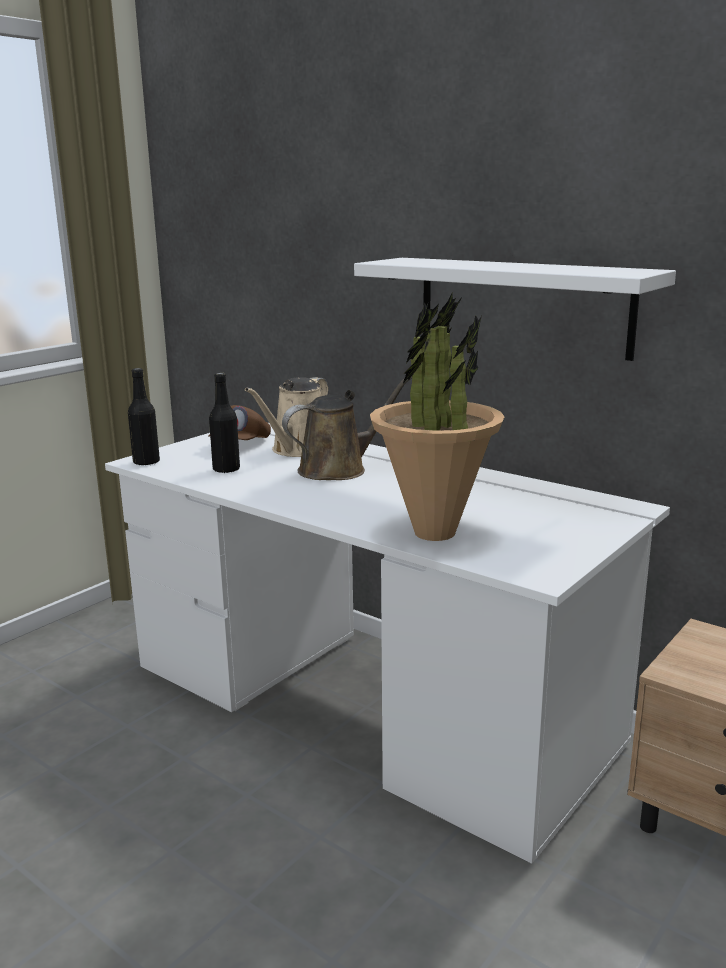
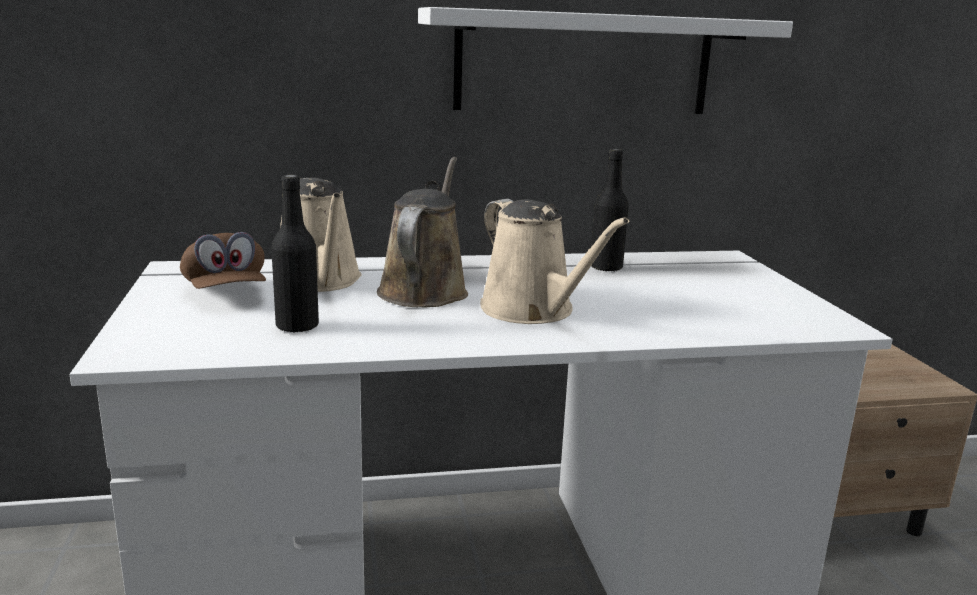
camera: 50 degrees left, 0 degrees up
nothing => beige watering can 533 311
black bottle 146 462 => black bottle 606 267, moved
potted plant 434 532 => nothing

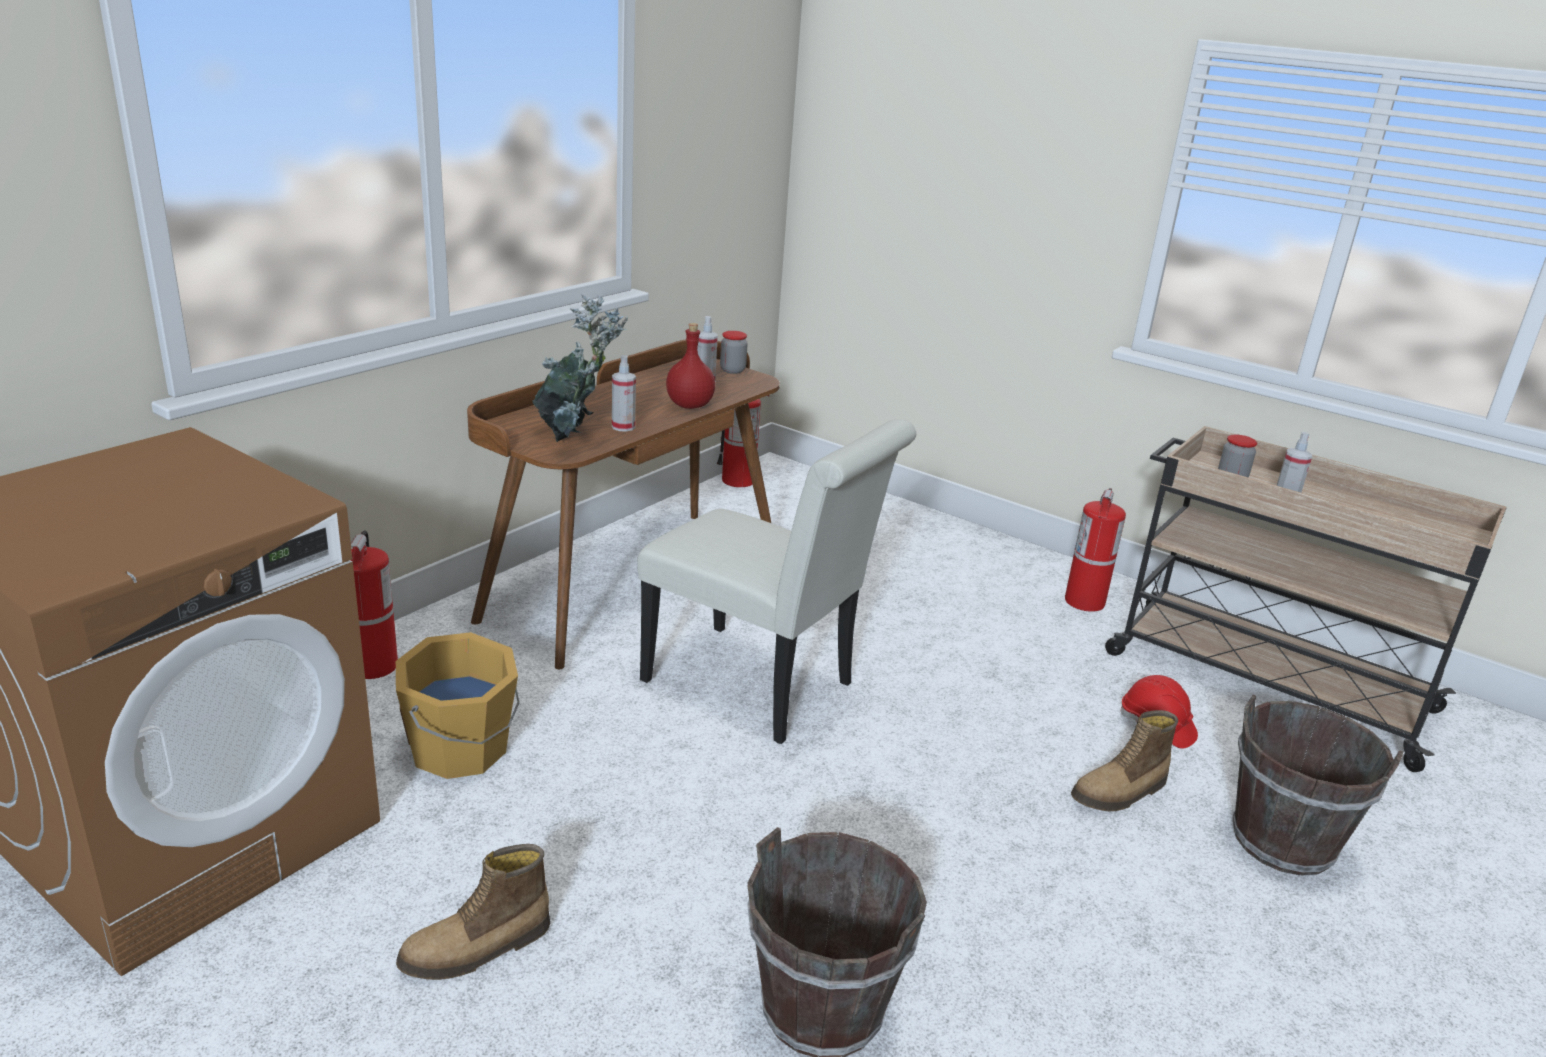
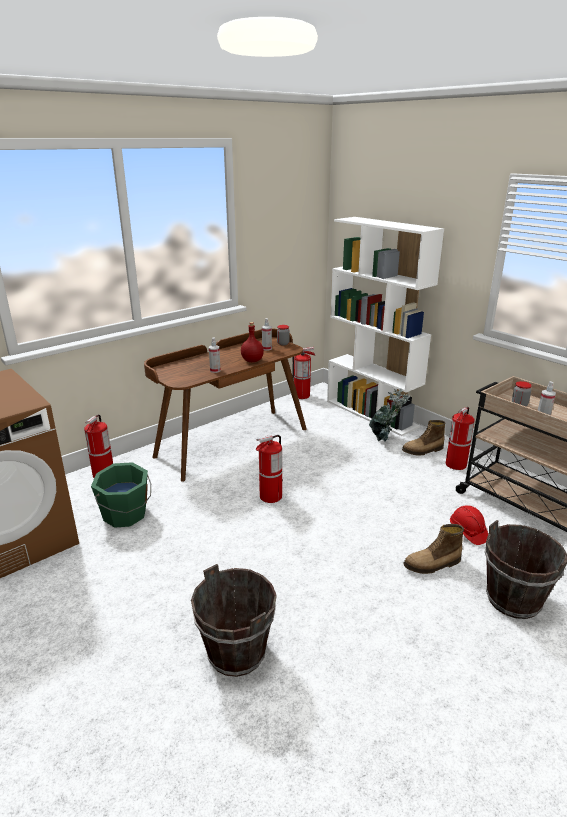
camera: 15 degrees right, 0 degrees up
orange bucket 462 750 => green bucket 125 515
white chair 759 687 => fire extinguisher 270 496
nothing => white bookcase 372 413
potted plant 574 439 => potted plant 384 440, moved
boot 477 949 => boot 423 450, moved

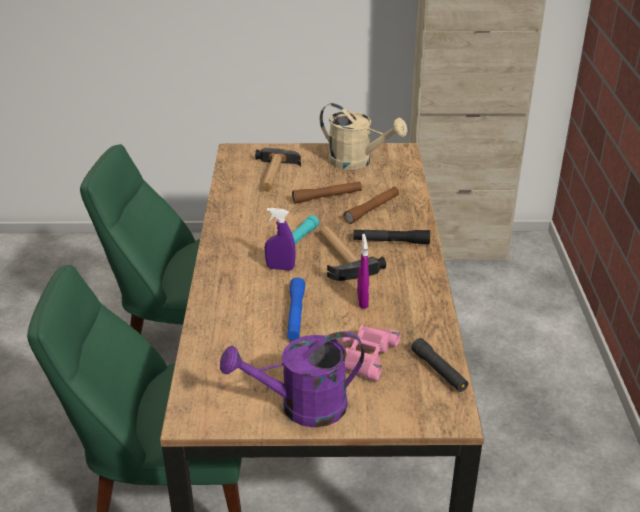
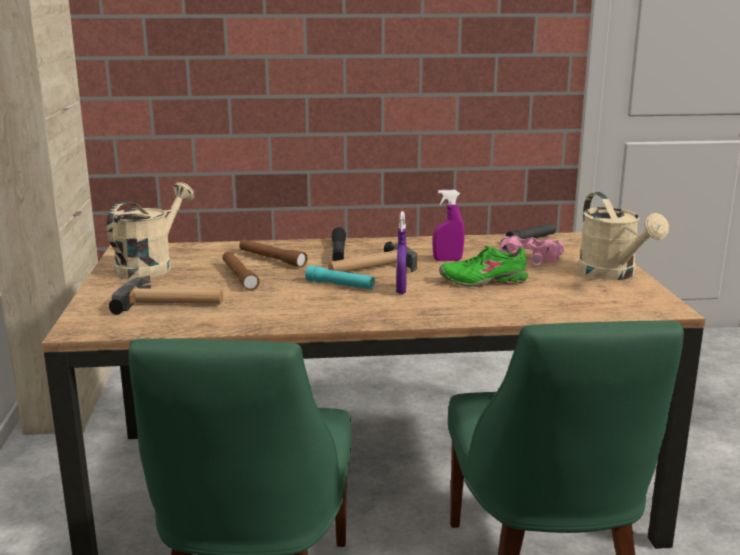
camera: 95 degrees left, 15 degrees down
blue flashlight 295 315 => green shoe 483 281
purple watering can 301 407 => beige watering can 613 274

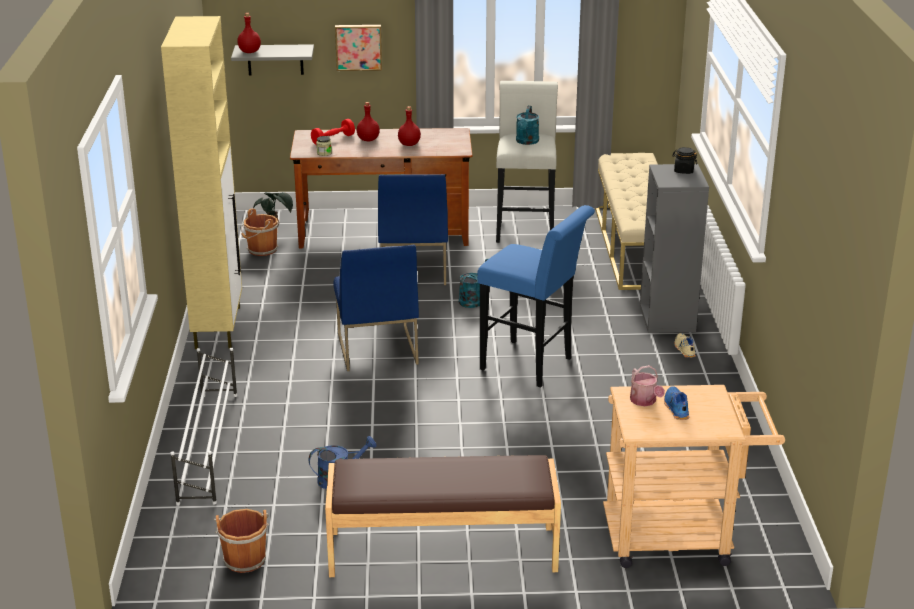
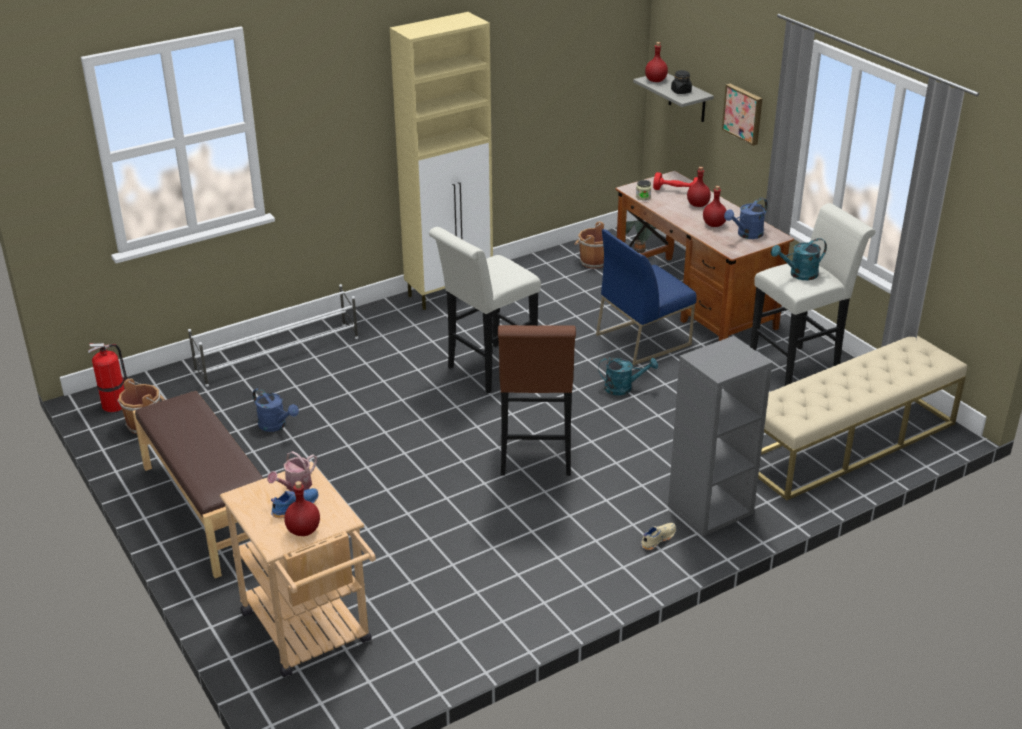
camera: 60 degrees right, 5 degrees up
nothing => fire extinguisher 116 404
nothing => red bottle 304 531
blue chair 376 348 => white stool 487 371
blue stool 532 365 => brown stool 535 458
black jar 683 171 => black jar 681 91, moved
nothing => blue watering can 746 235

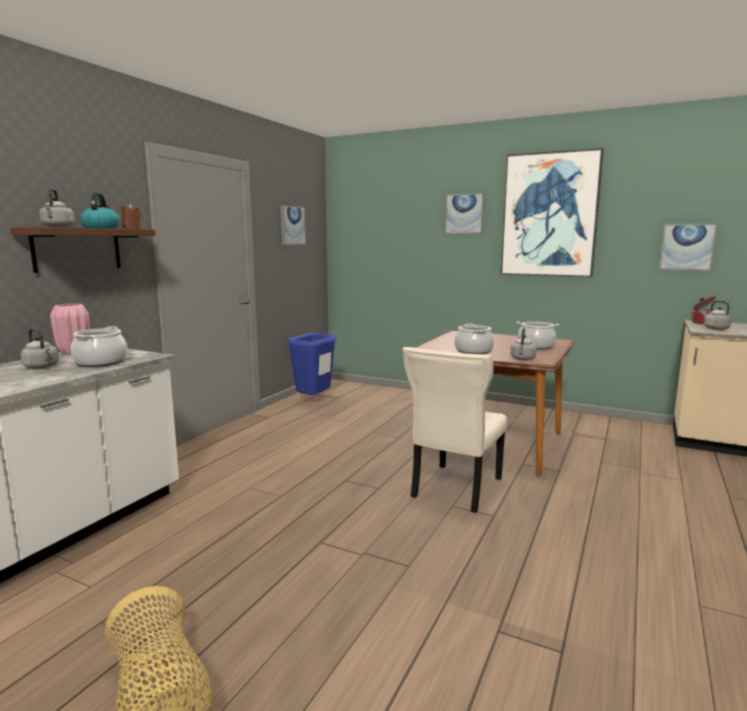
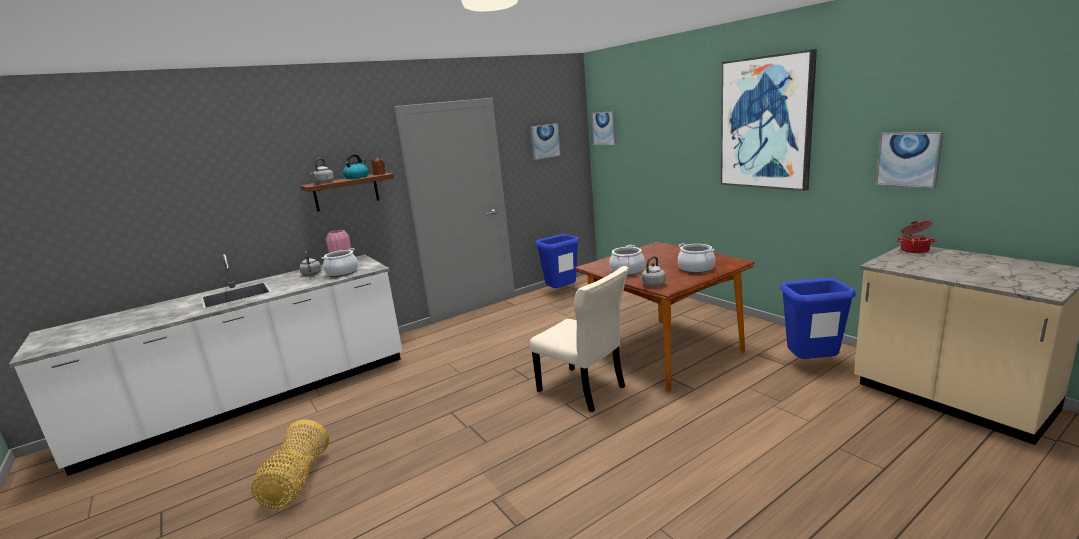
camera: 30 degrees right, 5 degrees up
beige chair 455 489 => beige chair 583 390, 105 degrees counterclockwise
picture 464 214 => picture 604 128, moved
nothing => blue trash can 811 365
grey kettle 715 328 => nothing

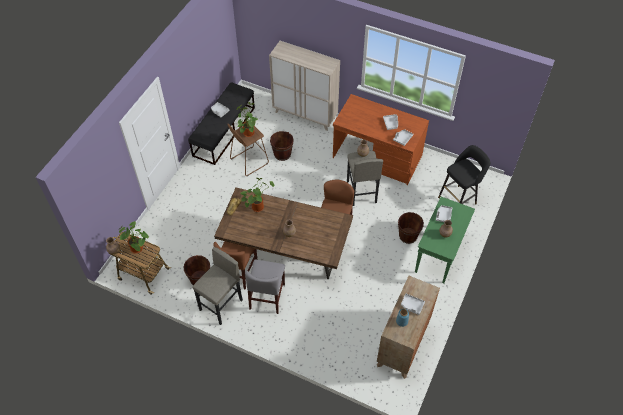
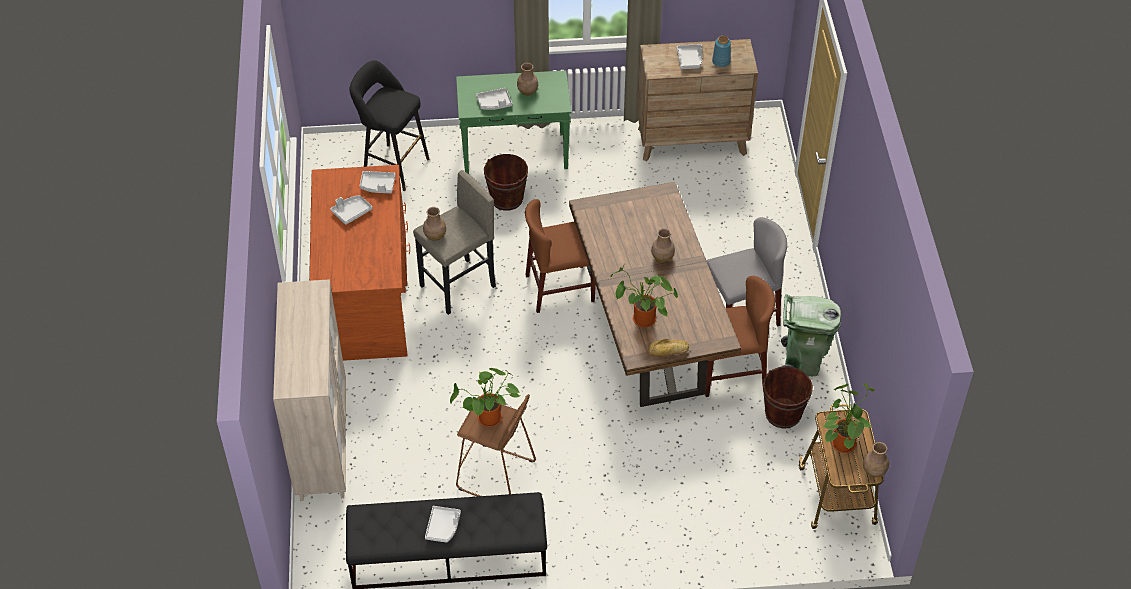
camera: 120 degrees left, 5 degrees down
grey stool 221 305 => green trash can 802 362
brown bucket 282 154 => nothing

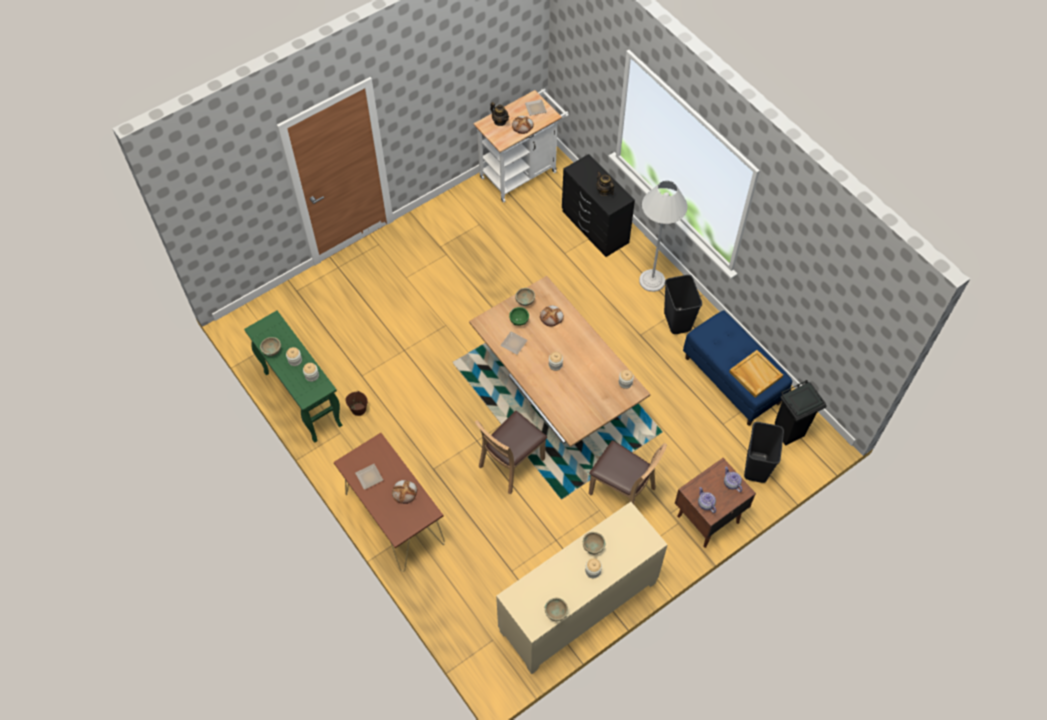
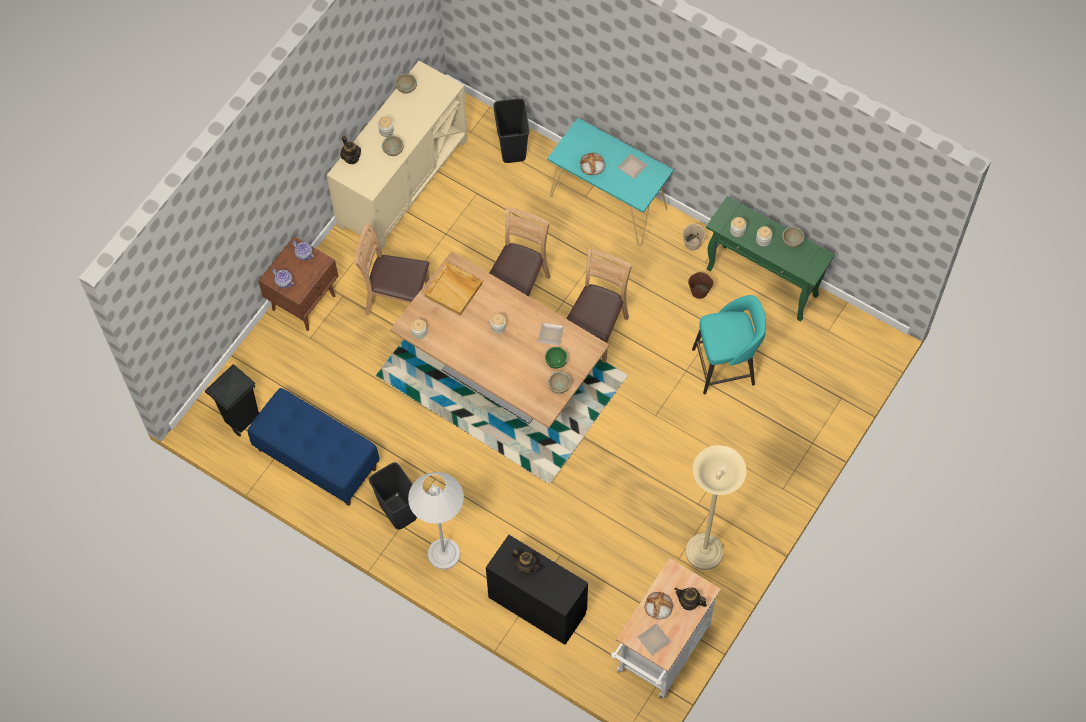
camera: 160 degrees right, 5 degrees up
nothing => teapot 351 158
beige tray 755 374 => beige tray 454 290, moved
black trash can 757 467 => black trash can 511 148, moved
brown console table 394 517 => turquoise console table 609 202
nothing => brown chair 596 331
nothing => beige bucket 692 243
nothing => beige floor lamp 704 553
nothing => turquoise stool 725 366
bread 552 317 => nothing

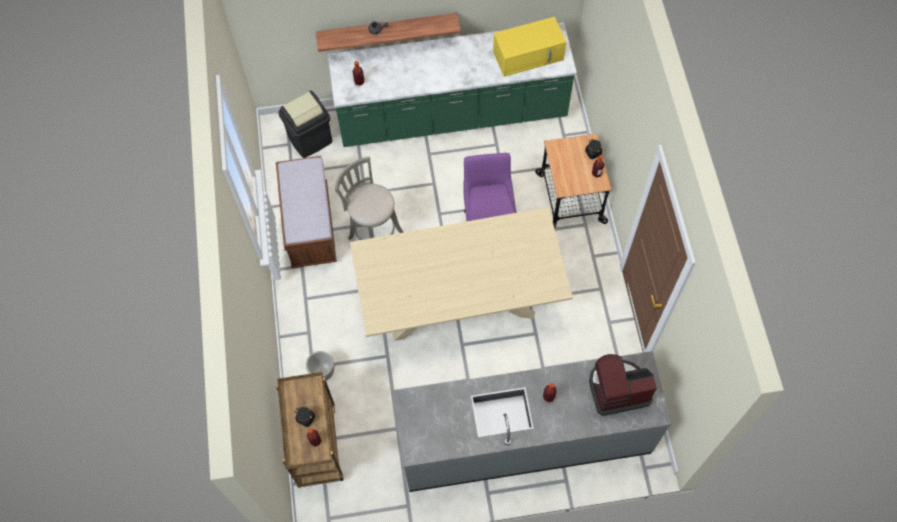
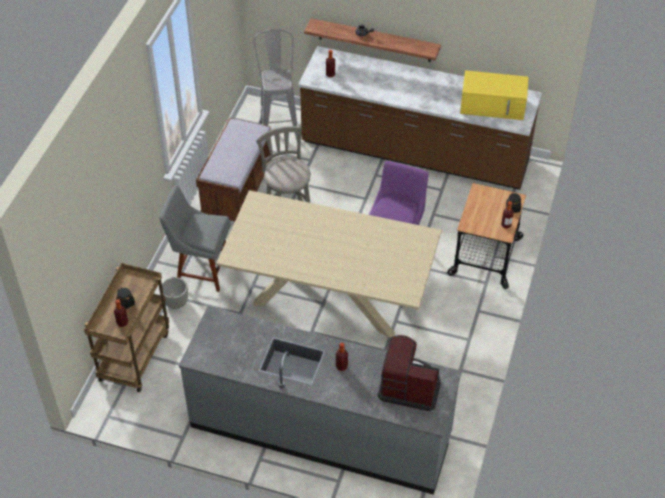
camera: 25 degrees right, 15 degrees down
nothing => grey chair 201 269
black trash can 310 139 => grey stool 278 127
green counter 452 116 => brown counter 414 154

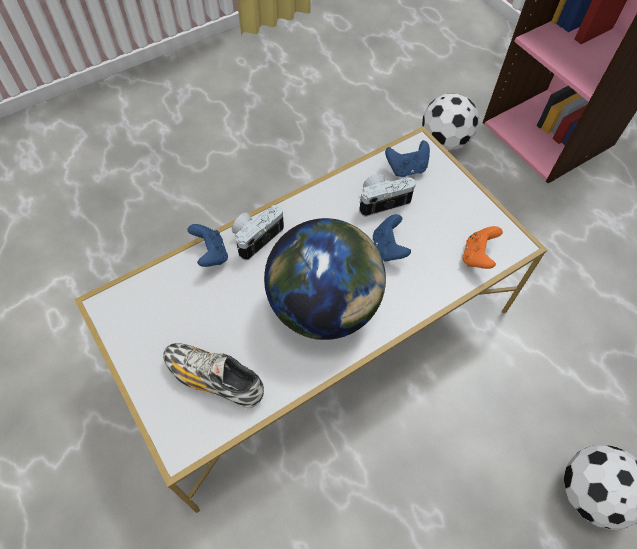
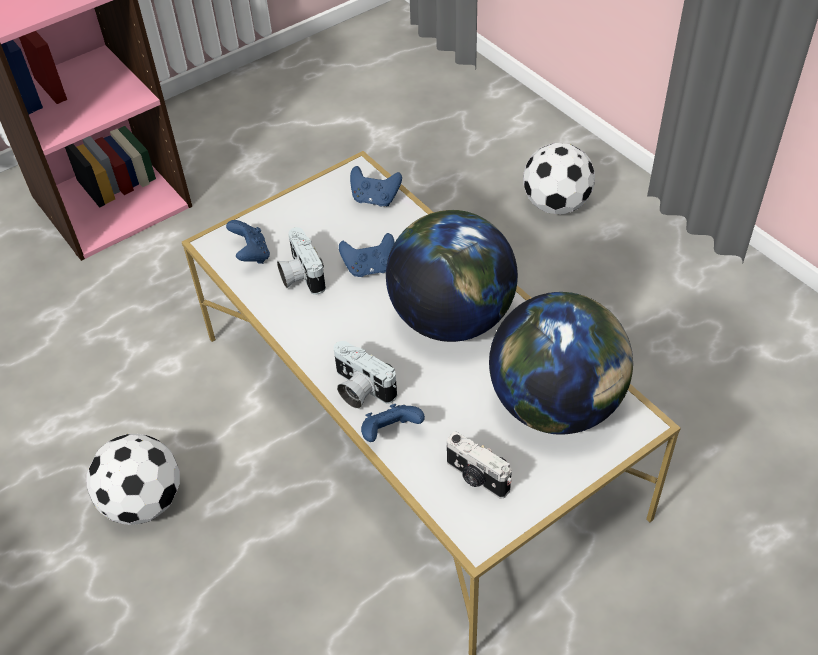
camera: 90 degrees left, 10 degrees down
football 444 141 => football 143 502, moved
orange game controller 477 256 => blue game controller 375 199
nothing => photo camera 476 478
shoe 214 379 => globe 556 404

